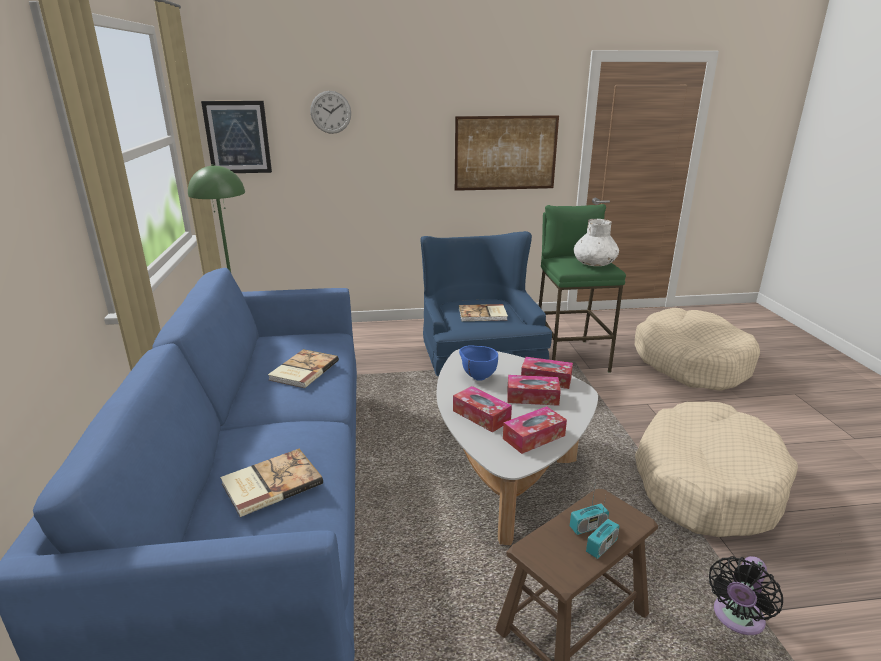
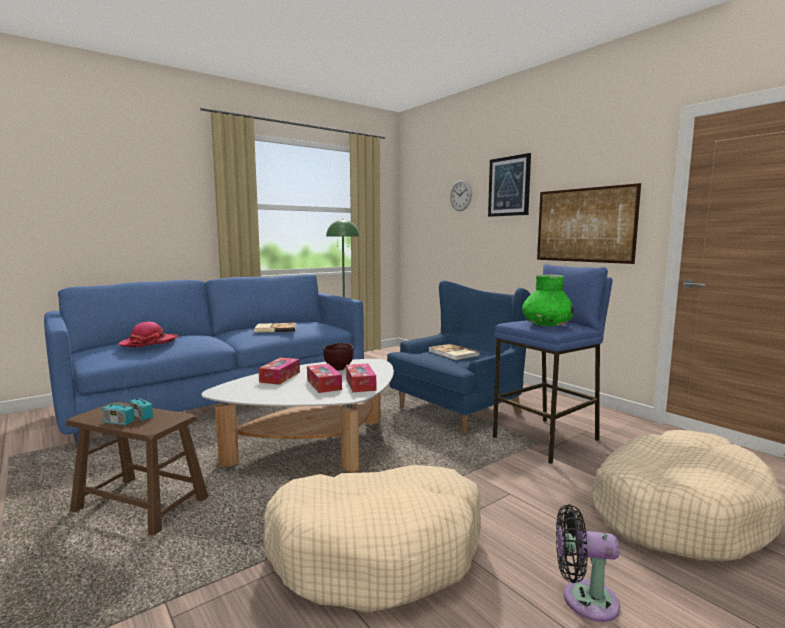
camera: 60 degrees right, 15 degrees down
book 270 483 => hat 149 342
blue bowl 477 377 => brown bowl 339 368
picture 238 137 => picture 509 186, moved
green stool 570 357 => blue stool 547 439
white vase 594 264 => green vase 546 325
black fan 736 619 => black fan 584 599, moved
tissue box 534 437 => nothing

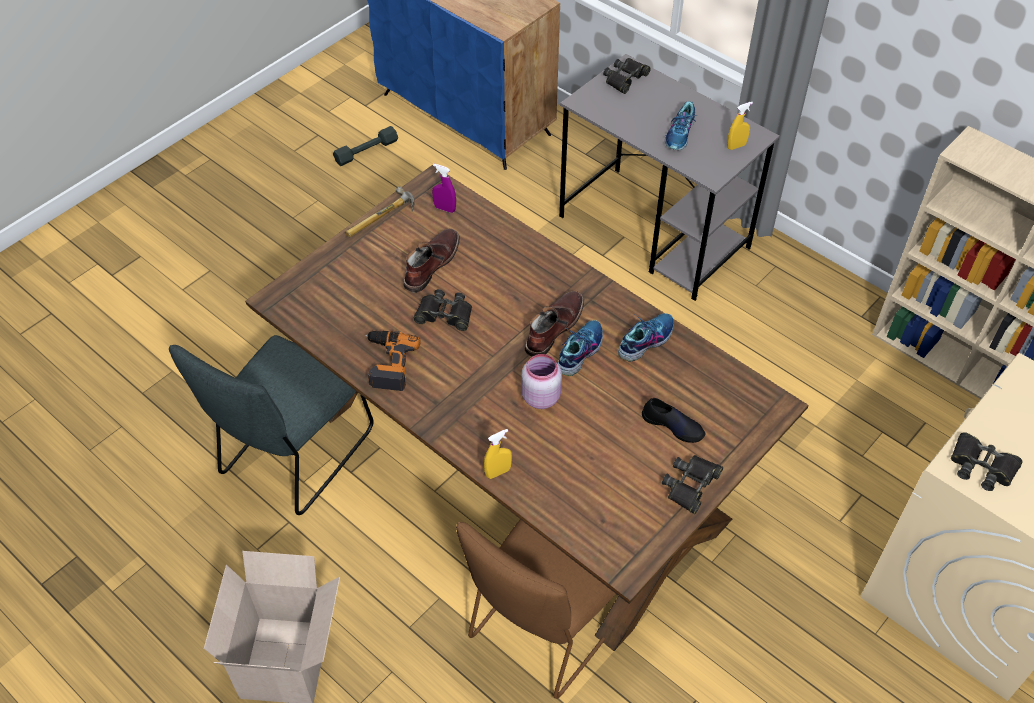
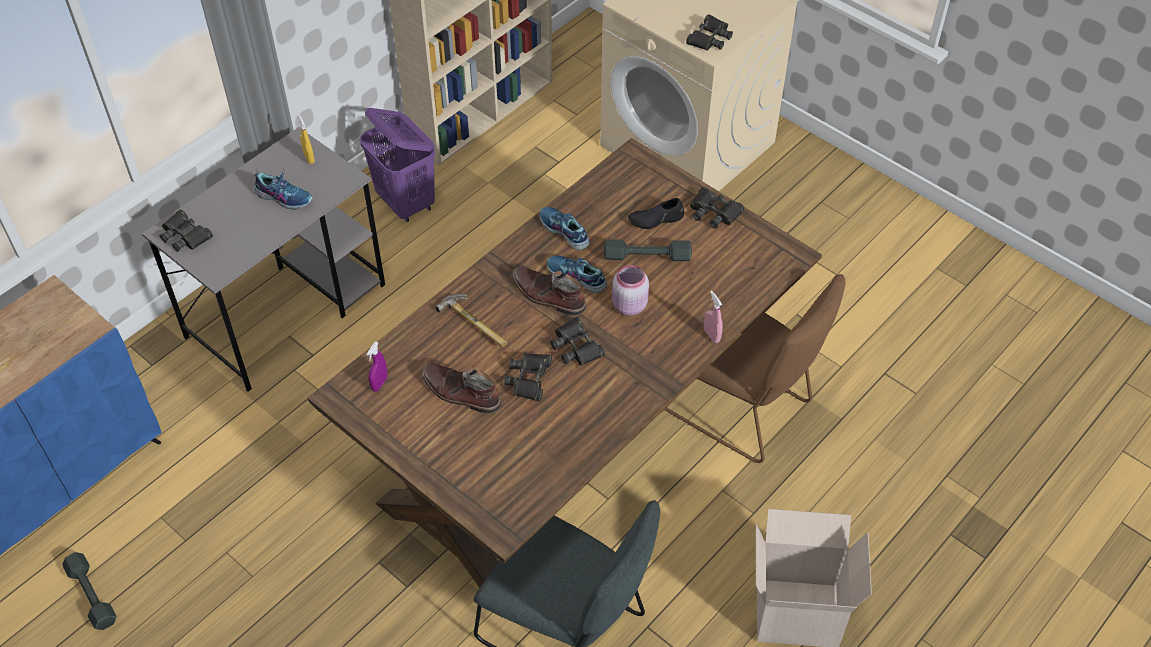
camera: 90 degrees left, 0 degrees up
nothing => purple laundry basket 406 203
hammer 383 220 => hammer 477 322, moved
nothing => black binoculars 576 346
nothing => grey dumbbell 647 256
black shoe 673 425 => black shoe 656 219, 135 degrees counterclockwise
yellow spray bottle 498 472 => pink spray bottle 711 335
power drill 387 363 => nothing

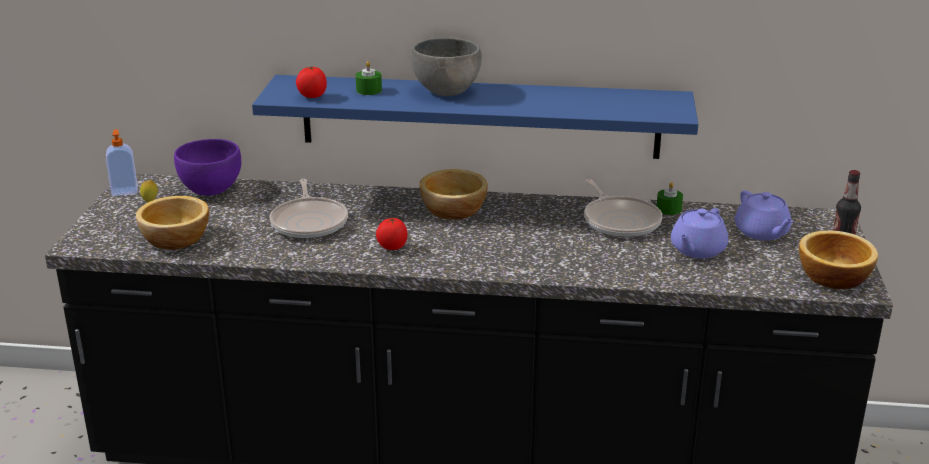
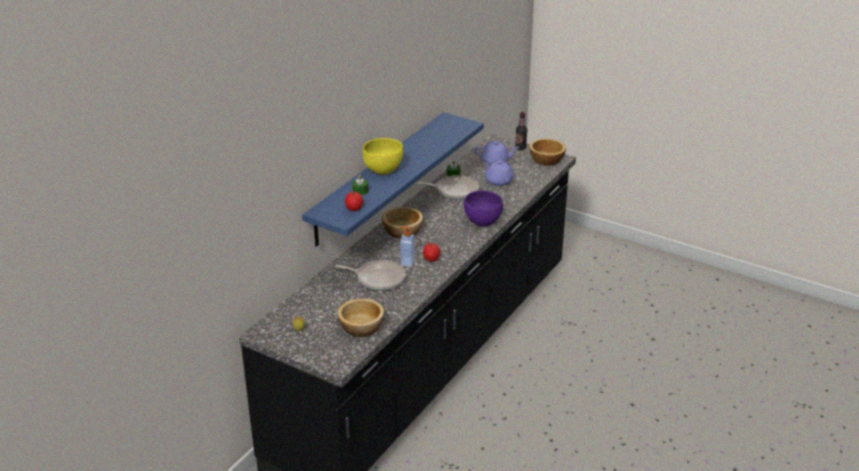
camera: 65 degrees left, 5 degrees up
grey bowl 447 91 => yellow bowl 383 170
soap dispenser 124 191 => soap dispenser 407 262, moved
purple bowl 211 190 => purple bowl 483 222, moved

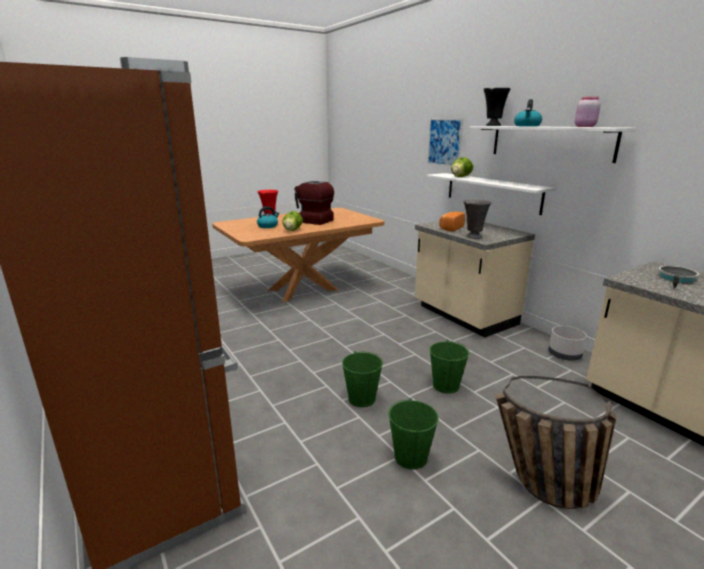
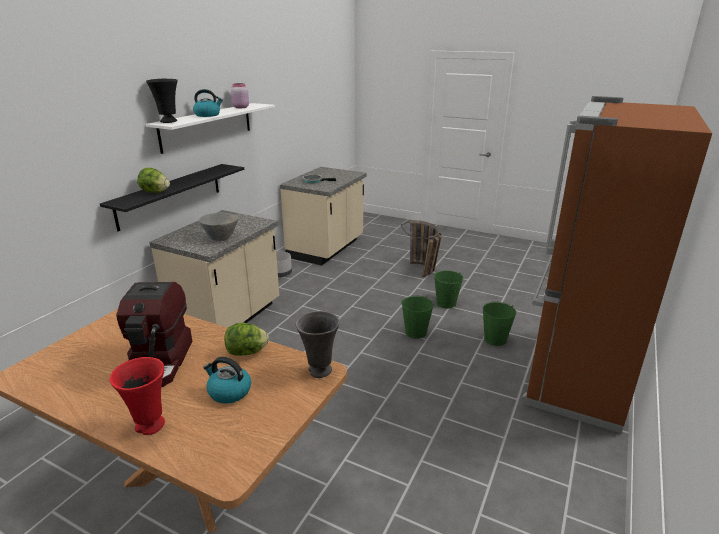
camera: 120 degrees left, 5 degrees up
white shelf 492 192 => black shelf 170 195
bread 450 228 => grey bowl 221 238
grey vase 473 237 => grey vase 319 371, moved
green bucket 445 385 => green bucket 495 339, moved
picture 444 142 => nothing

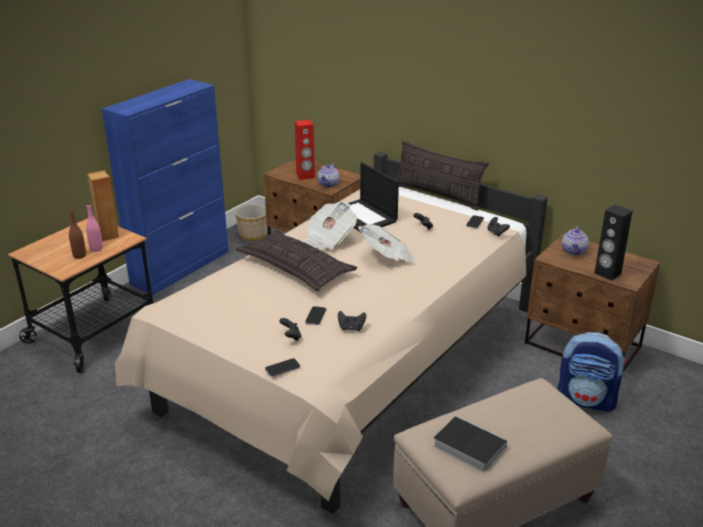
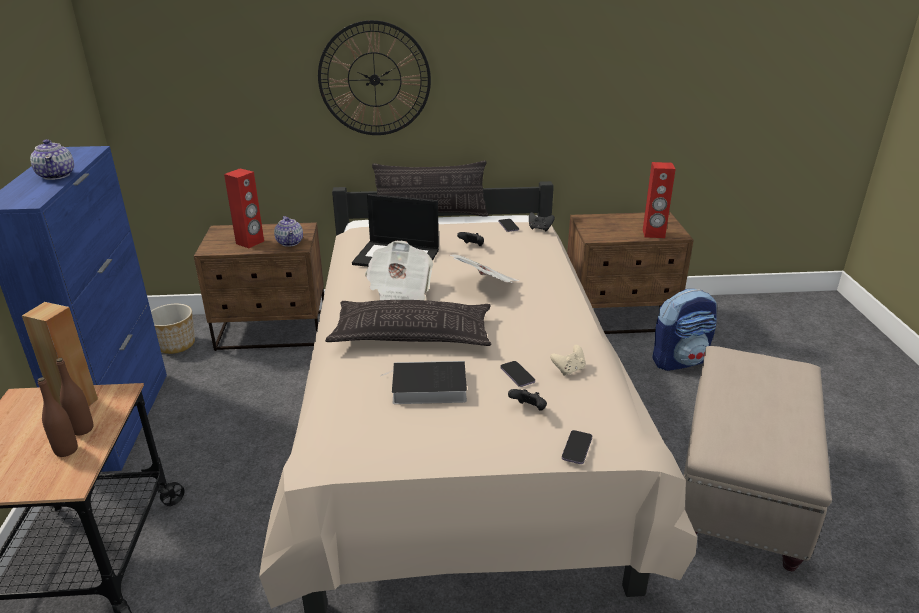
camera: 40 degrees left, 0 degrees up
teapot 574 251 => teapot 57 175, moved
pink bottle 96 249 => brown bottle 82 429
nothing => wall clock 374 79
book 467 446 => book 426 387, moved
black game controller 351 328 => beige game controller 569 369
black speaker 607 274 => red speaker 653 234

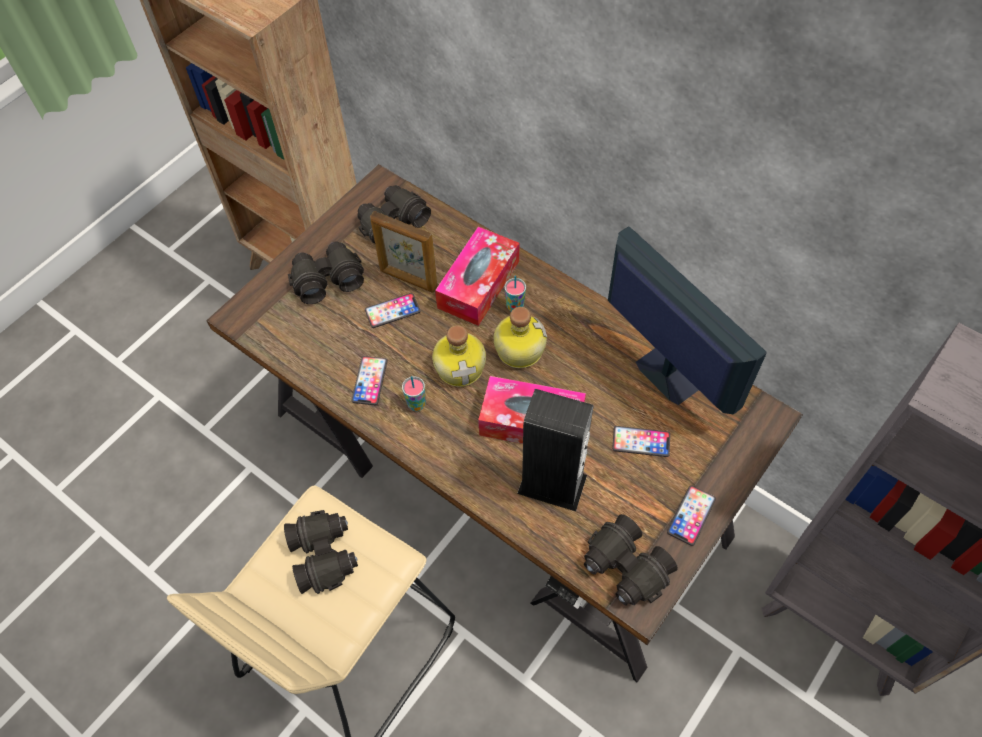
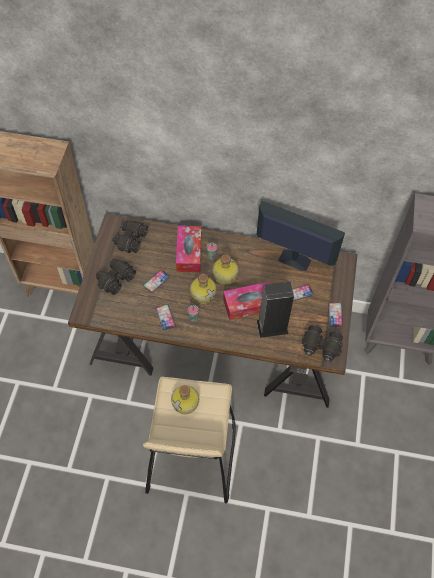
camera: 30 degrees left, 0 degrees up
black binoculars 324 554 => bottle 186 403
picture frame 408 279 => nothing

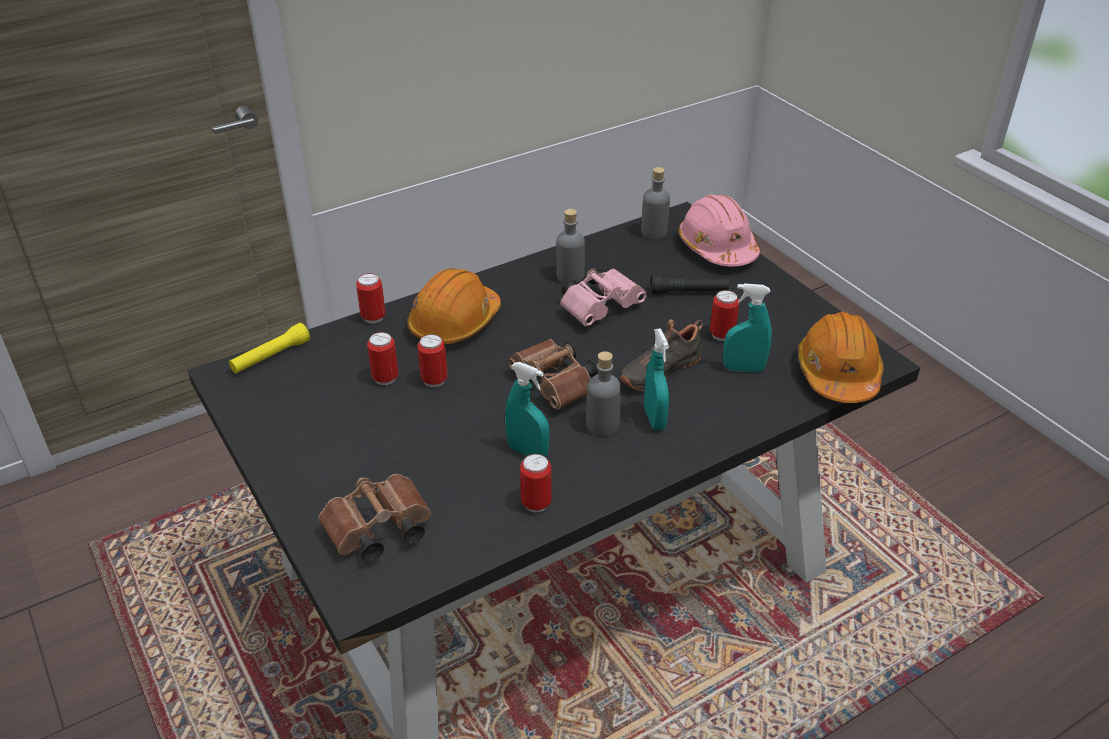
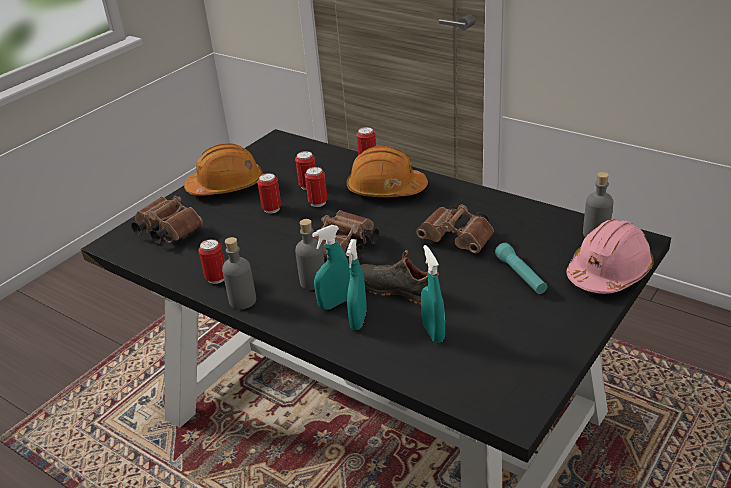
camera: 70 degrees right, 5 degrees down
orange hard hat 838 373 => orange hard hat 226 186, moved
grey bottle 570 276 => grey bottle 242 301, moved
can 722 335 => can 272 209, moved
turquoise spray bottle 527 452 => turquoise spray bottle 358 320, moved
pink binoculars 602 307 => brown binoculars 458 240
black flashlight 688 292 => turquoise flashlight 521 275
yellow flashlight 271 356 => nothing

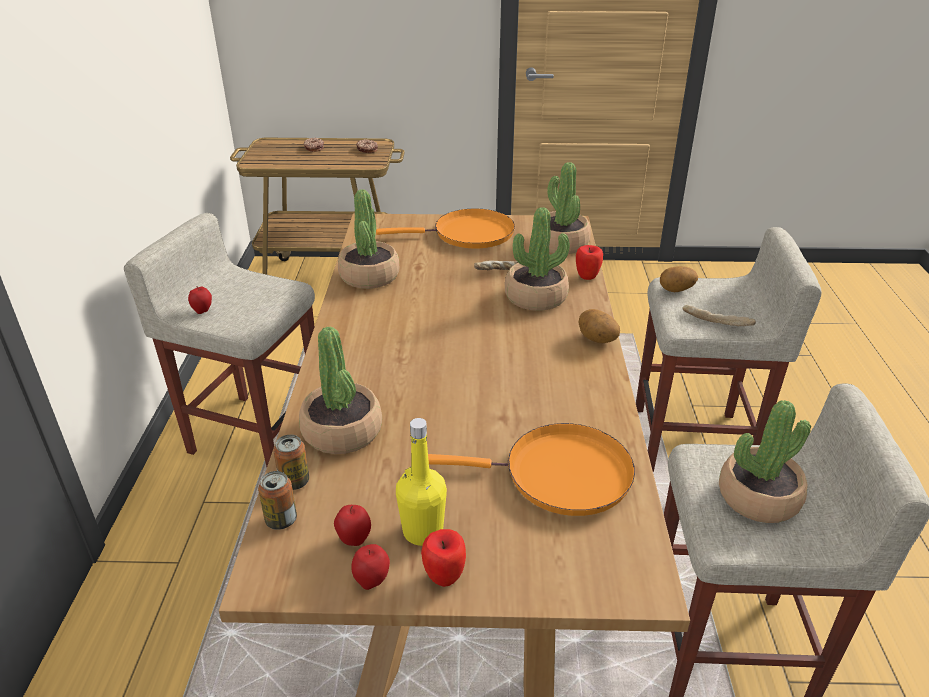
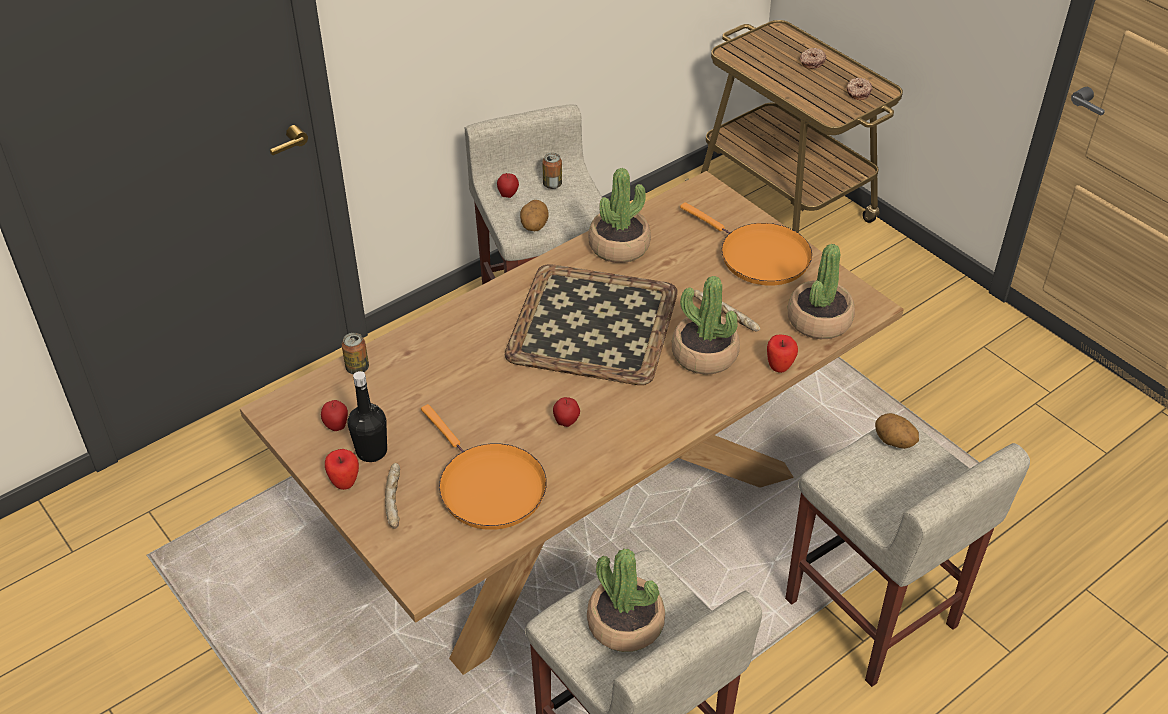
camera: 50 degrees right, 10 degrees up
yellow bottle 423 531 => black bottle 371 451
bread 716 321 => bread 396 501, moved
nothing => tray 594 325
potato 596 340 => potato 534 226, moved
can 281 520 => can 552 184, moved
apple 372 581 => apple 566 423, moved
potted plant 342 431 => nothing

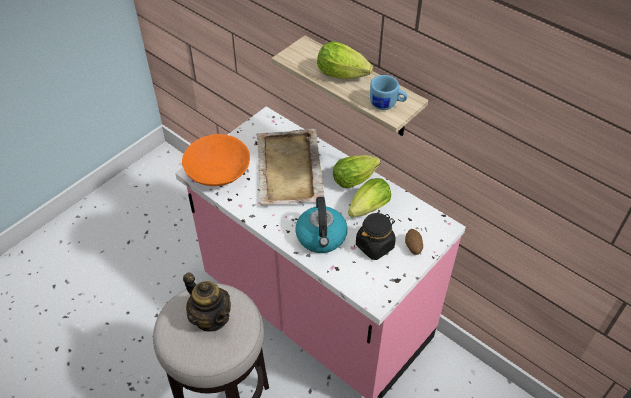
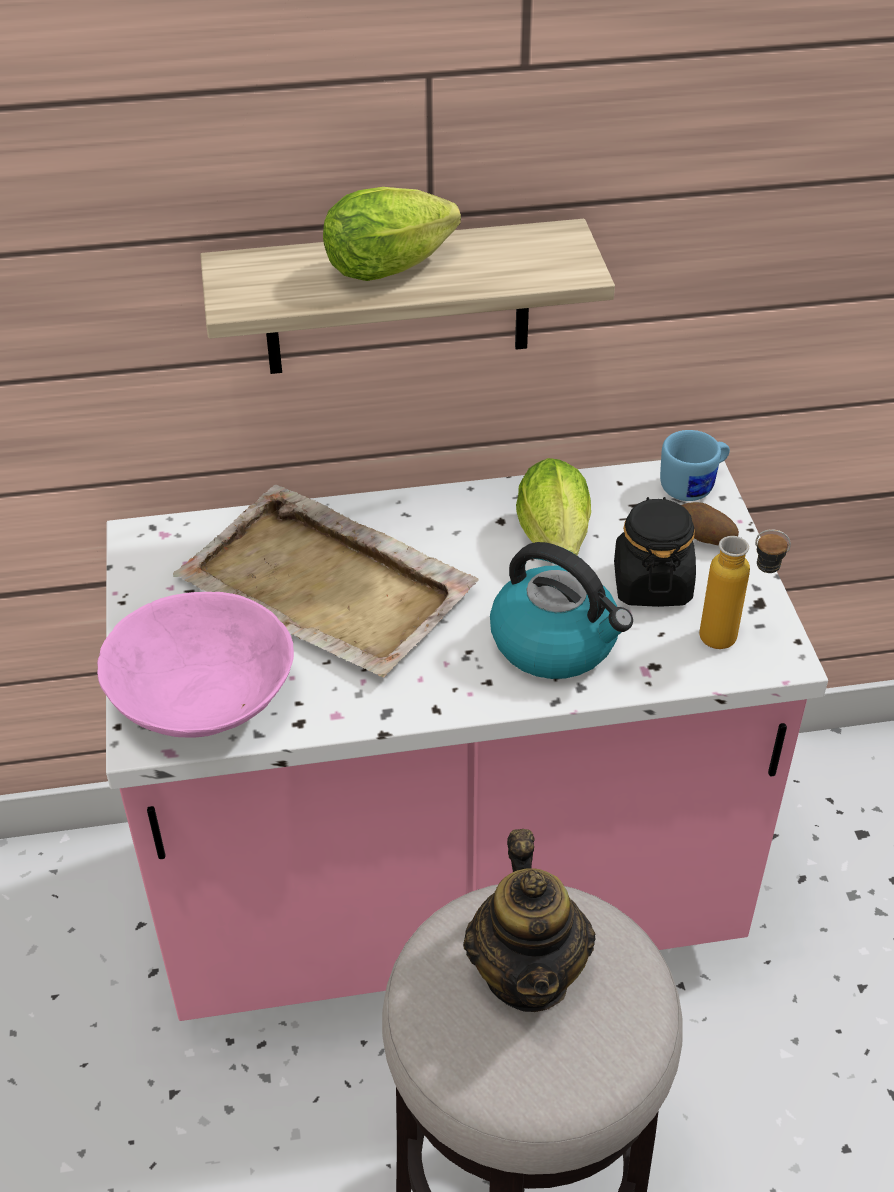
camera: 50 degrees left, 5 degrees down
orange bowl 218 173 => pink bowl 203 699
teapot 211 318 => teapot 528 974, 90 degrees clockwise
blue mug 387 105 => blue mug 694 486, moved
nothing => bottle 733 640
lettuce 356 179 => nothing

